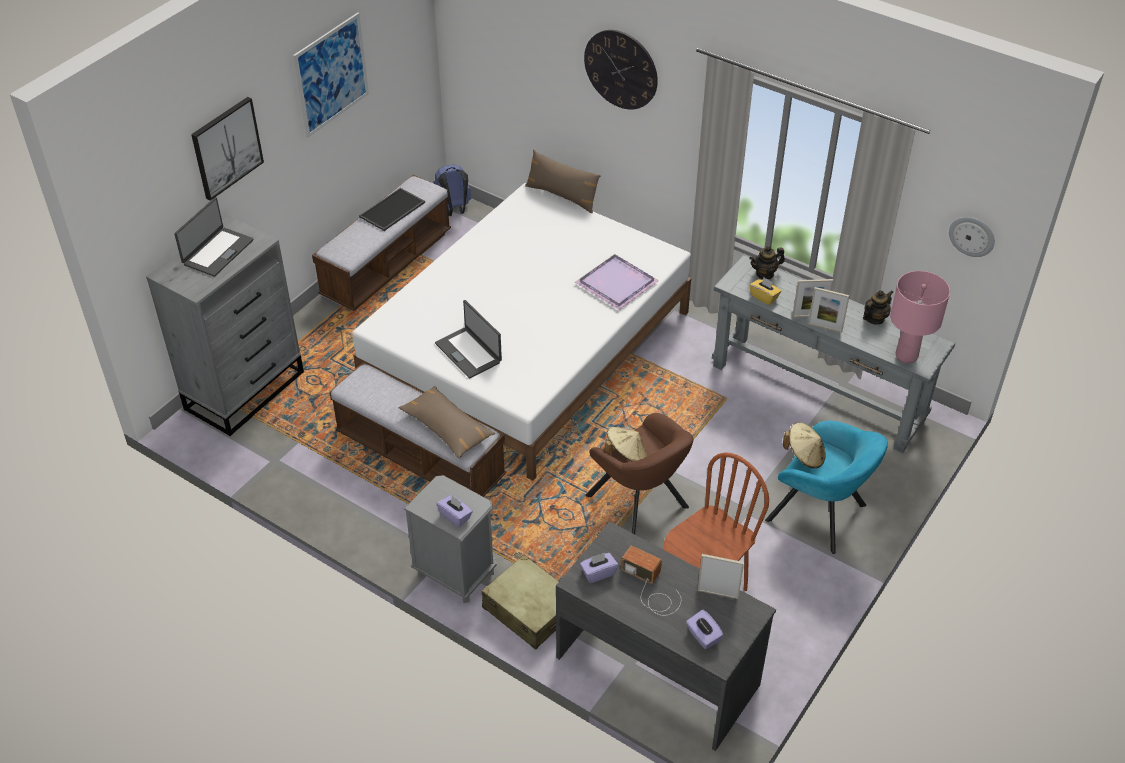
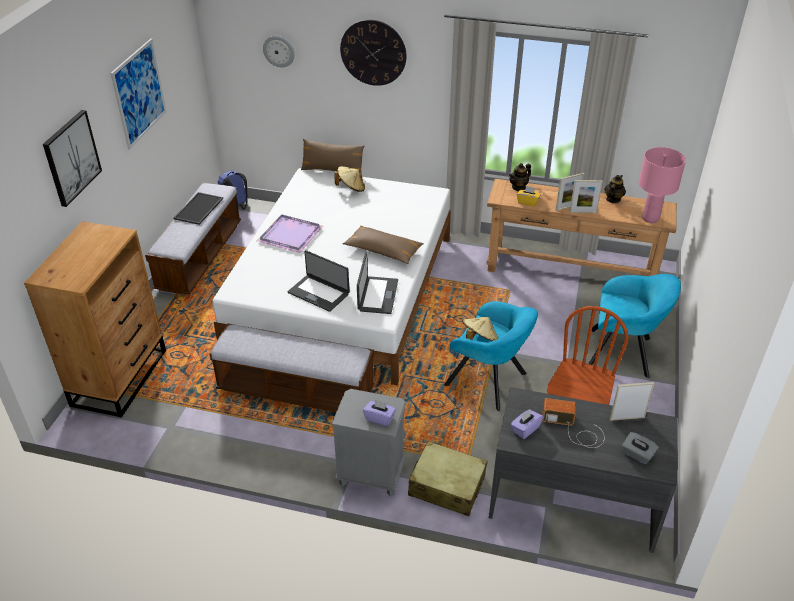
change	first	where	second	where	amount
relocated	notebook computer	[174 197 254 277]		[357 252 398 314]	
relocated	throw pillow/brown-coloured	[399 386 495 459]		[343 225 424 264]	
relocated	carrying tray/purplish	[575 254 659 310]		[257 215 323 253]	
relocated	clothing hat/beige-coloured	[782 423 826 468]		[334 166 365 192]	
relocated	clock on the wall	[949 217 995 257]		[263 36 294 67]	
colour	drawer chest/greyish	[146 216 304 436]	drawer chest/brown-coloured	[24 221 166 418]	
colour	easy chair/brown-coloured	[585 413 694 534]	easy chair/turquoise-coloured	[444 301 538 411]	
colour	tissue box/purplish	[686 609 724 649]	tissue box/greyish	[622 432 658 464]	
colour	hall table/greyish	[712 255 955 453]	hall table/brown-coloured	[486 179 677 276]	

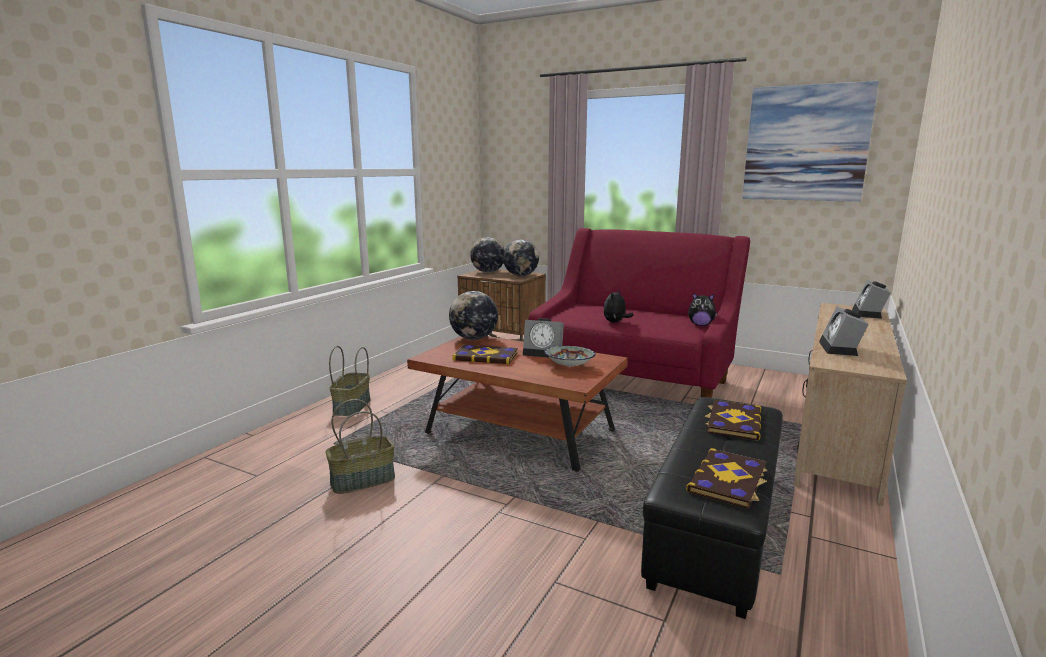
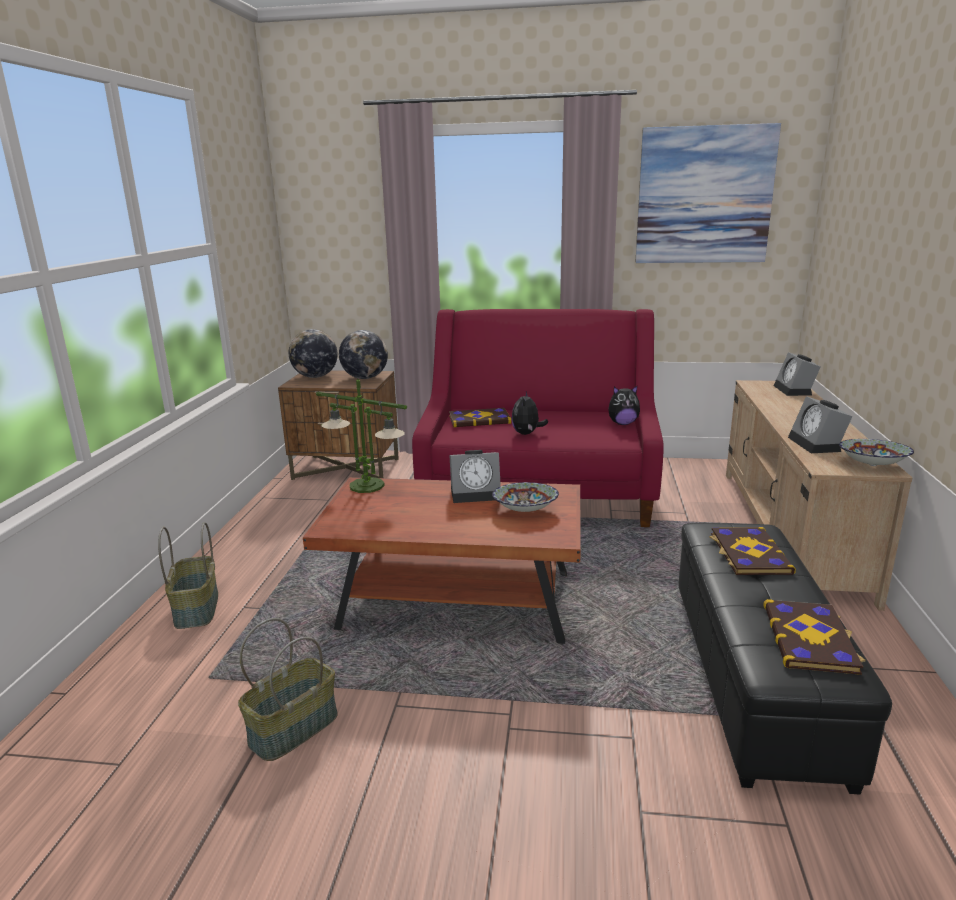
change	first	where	second	where	amount
appeared			bowl	[839 439 914 466]	
relocated	bound book	[452 345 518 364]		[449 408 511 427]	
exchanged	world globe	[449 291 498 340]	tabletop lamp	[316 378 407 493]	

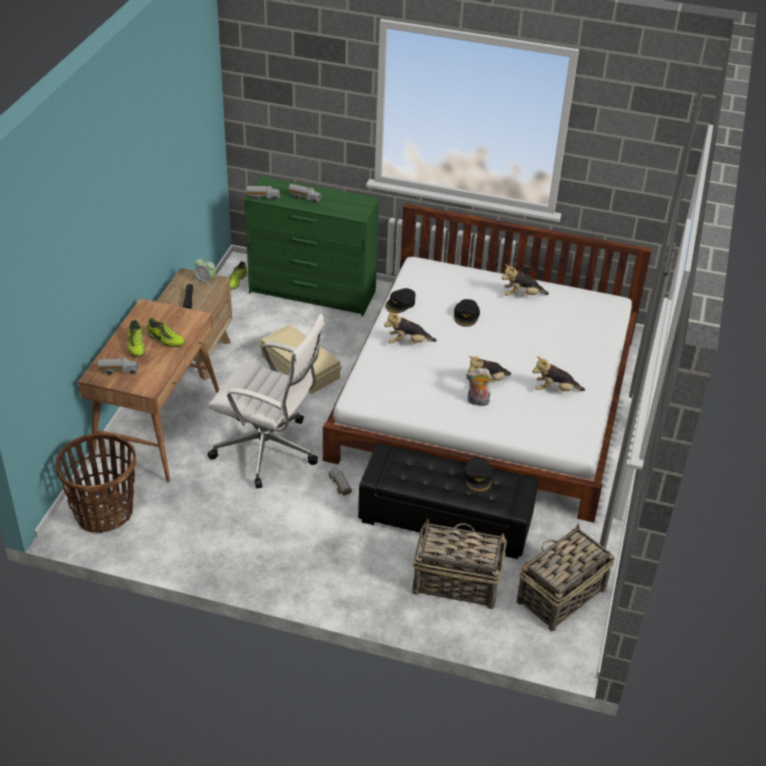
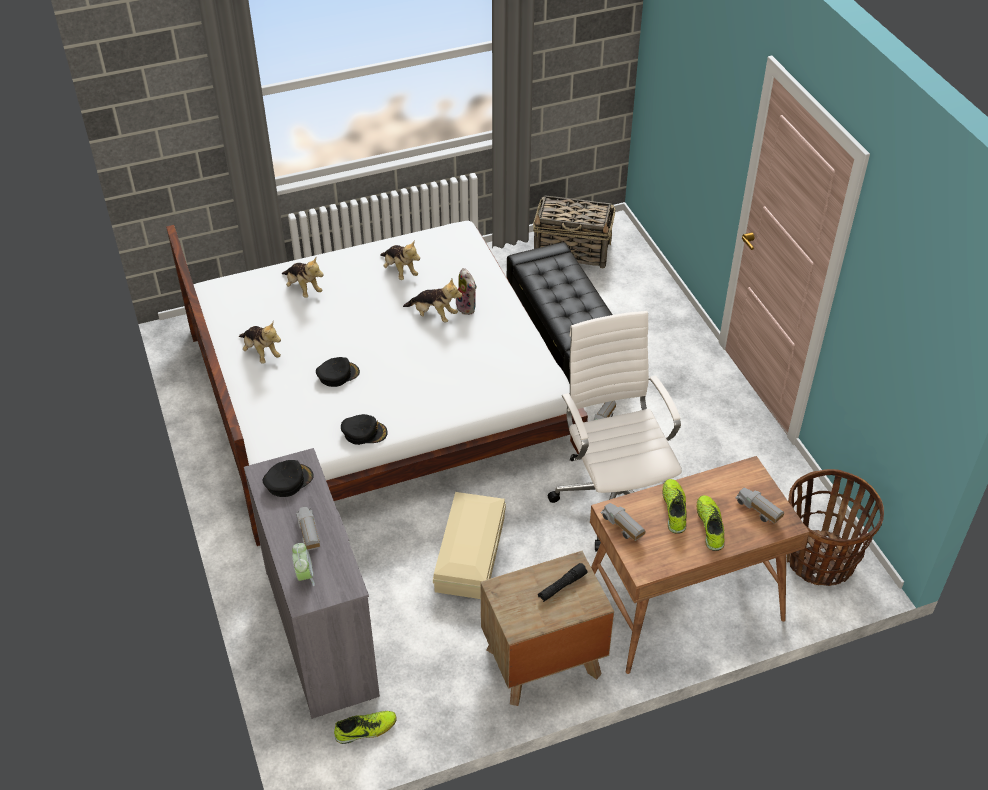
change	first	where	second	where	amount
missing	basket	[413 519 507 609]			
relocated	table clock	[195 257 215 286]		[292 543 315 586]	
relocated	model truck	[247 186 280 200]		[600 503 646 541]	
relocated	cuddly toy	[384 310 437 343]		[282 258 324 298]	
relocated	baseball cap/blackish	[463 457 493 493]		[263 460 314 497]	
colour	drawer chest/green-coloured	[244 176 380 316]	drawer chest/greyish	[244 448 380 719]	
spun	shoe	[128 320 145 357]		[697 495 724 551]	45 degrees counterclockwise

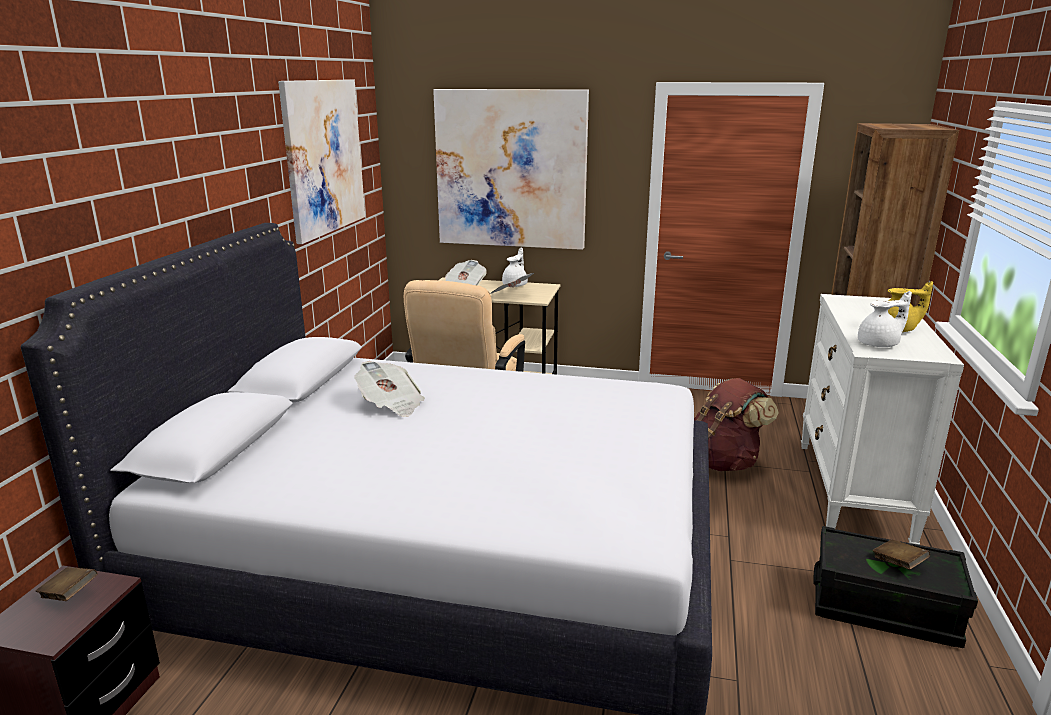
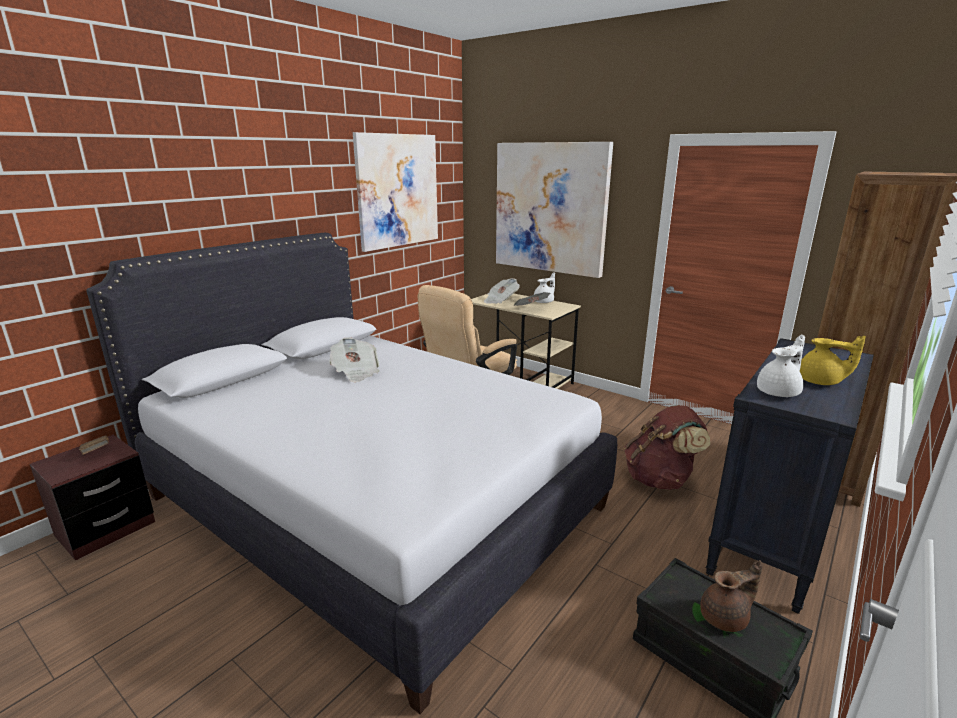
change	first	where	second	where	amount
exchanged	bound book/brown-coloured	[873 540 930 570]	tea pot/brown-coloured	[700 560 762 632]	
colour	drawer chest/white	[801 294 964 545]	drawer chest/blackish	[705 338 874 614]	
spun	tea pot/white	[858 291 912 347]		[757 334 805 397]	45 degrees counterclockwise

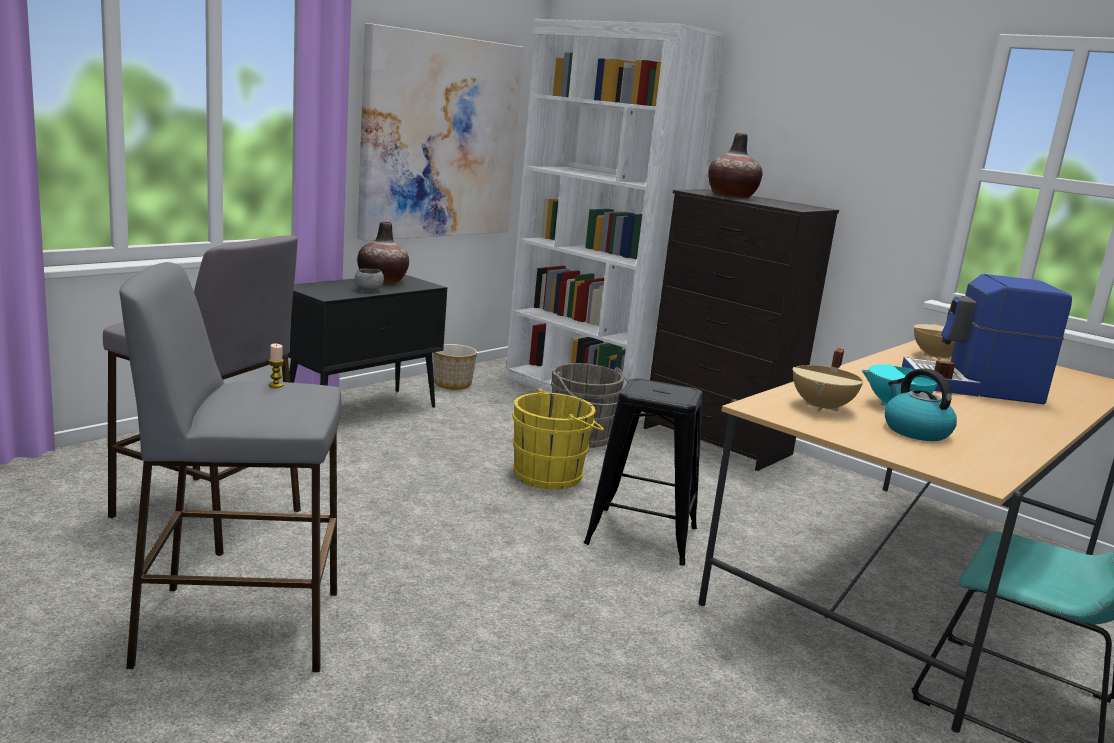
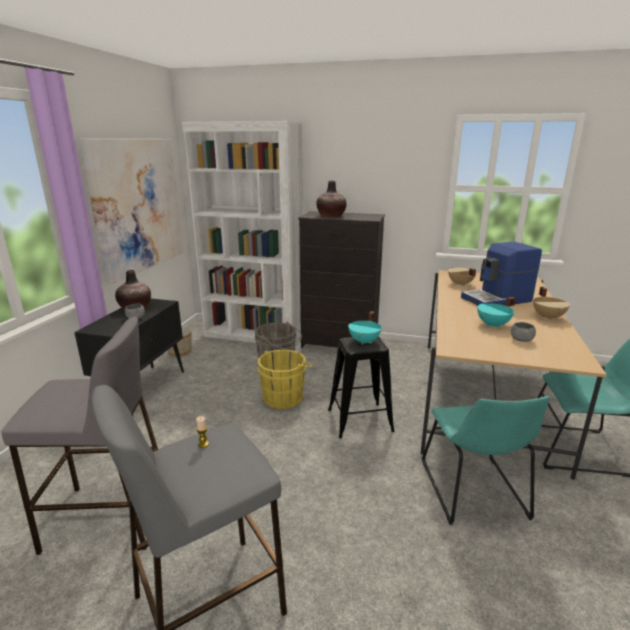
change	first	where	second	where	amount
appeared			cooking pot/turquoise-coloured	[348 311 382 345]	
appeared			chair/turquoise-coloured	[422 396 550 525]	
relocated	cooking pot/beige-coloured	[793 348 864 412]		[533 287 570 321]	
exchanged	kettle	[885 368 957 441]	bowl/greyish	[511 322 536 342]	

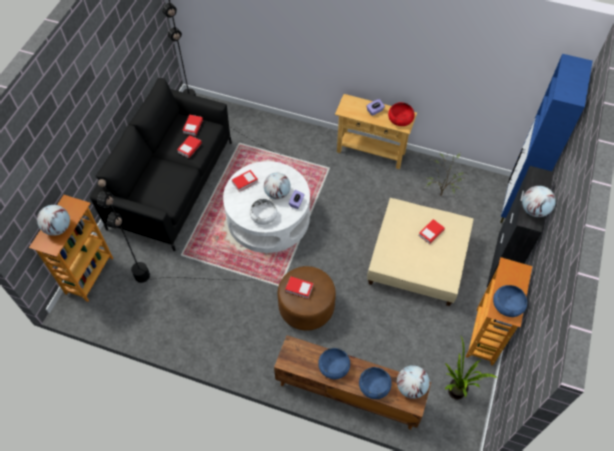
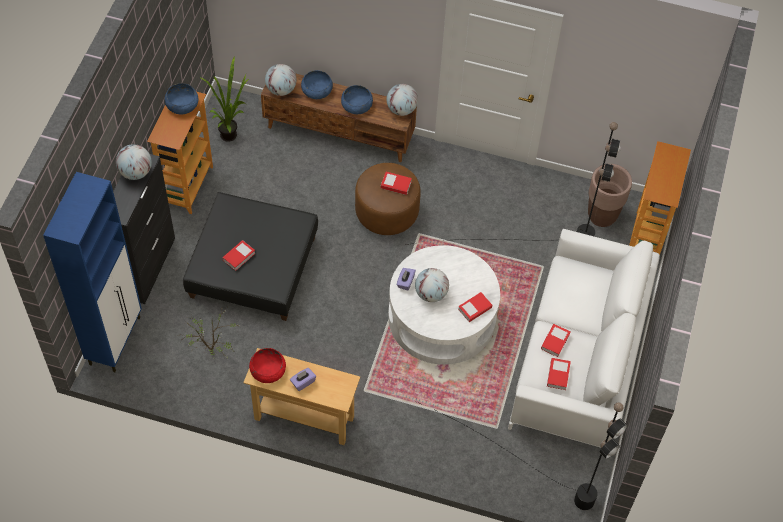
change	first	where	second	where	amount
missing	bowl/white	[250 199 277 225]			
appeared			planter/brown-coloured	[588 164 632 227]	
relocated	world globe	[37 205 70 236]		[386 84 418 116]	
colour	couch/blackish	[90 78 232 251]	couch/white	[508 229 660 448]	
colour	ottoman/beige-coloured	[367 198 474 306]	ottoman/blackish	[183 192 318 321]	

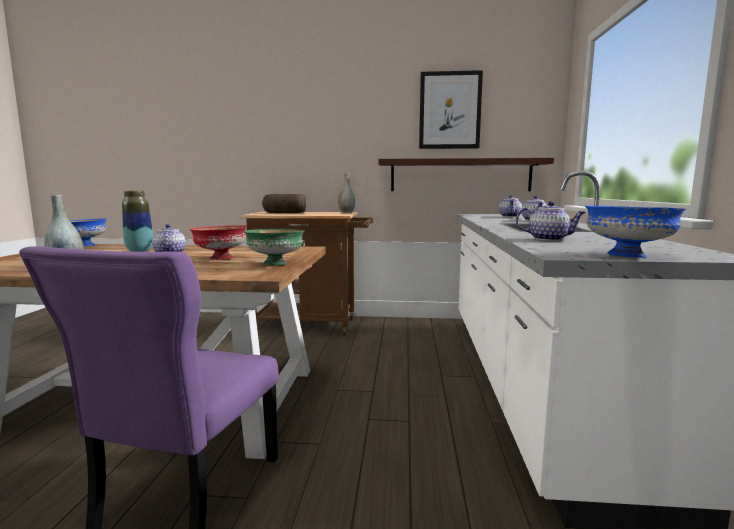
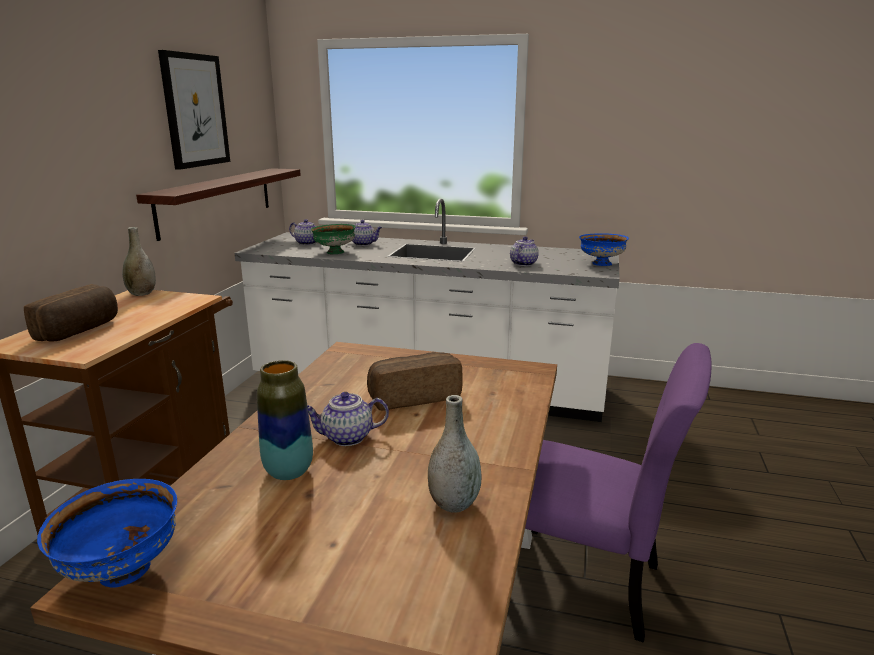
change	first	where	second	where	amount
relocated	bowl/green-coloured	[244 229 304 266]		[311 224 356 254]	
exchanged	bowl/red-coloured	[190 225 247 260]	baked bread	[367 352 463 411]	

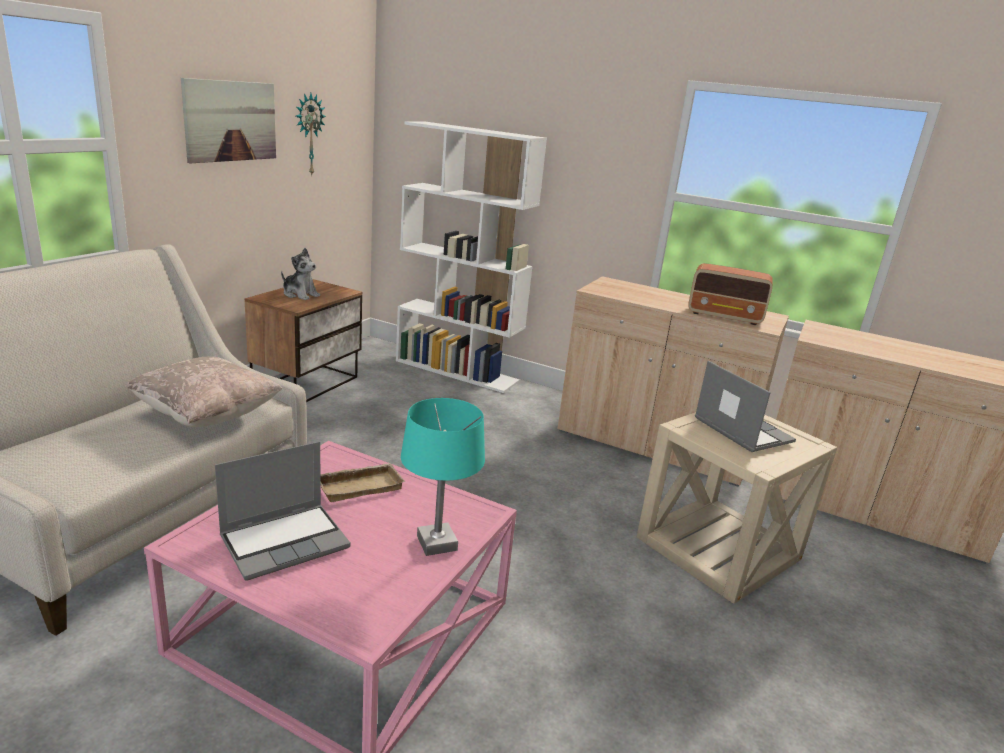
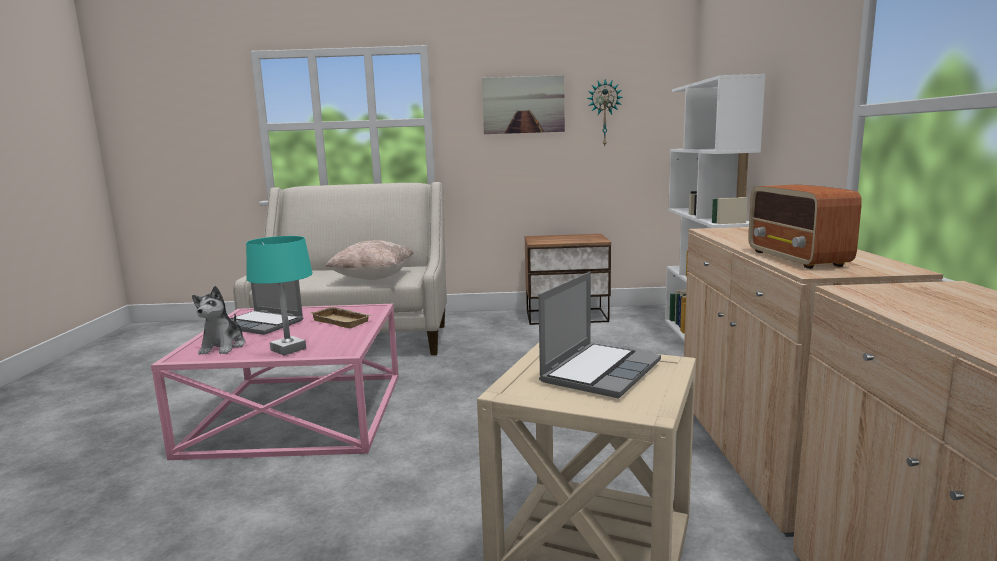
change	first	where	second	where	amount
relocated	cuddly toy	[281 248 320 300]		[192 286 246 355]	

